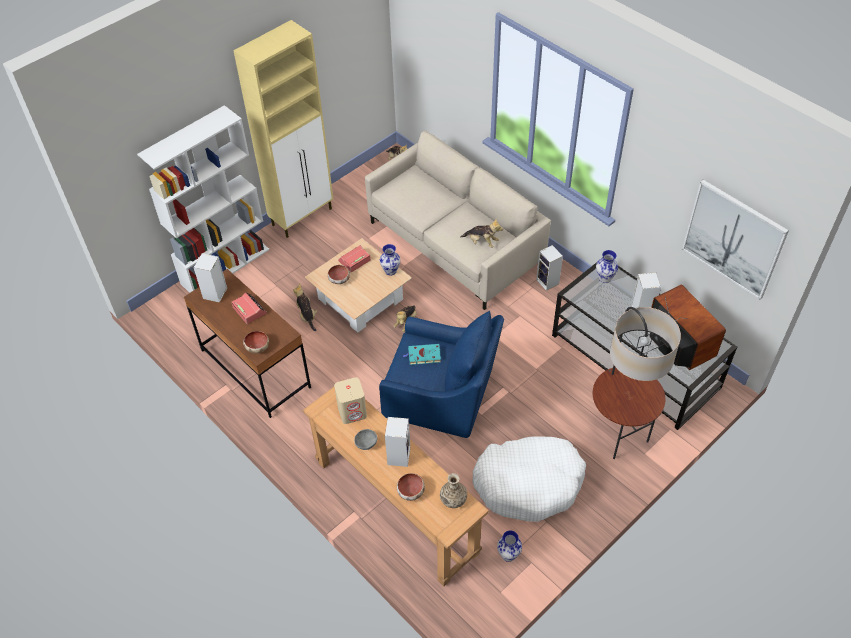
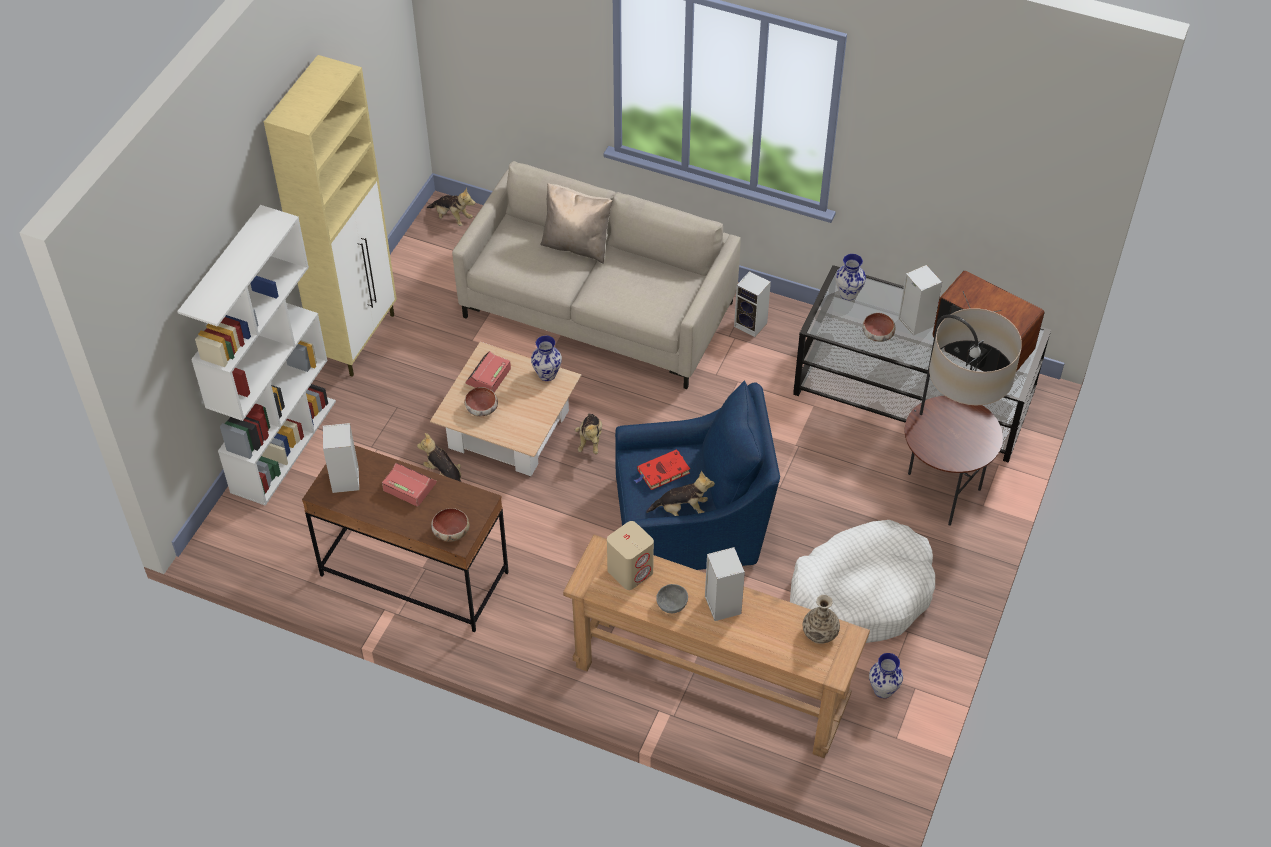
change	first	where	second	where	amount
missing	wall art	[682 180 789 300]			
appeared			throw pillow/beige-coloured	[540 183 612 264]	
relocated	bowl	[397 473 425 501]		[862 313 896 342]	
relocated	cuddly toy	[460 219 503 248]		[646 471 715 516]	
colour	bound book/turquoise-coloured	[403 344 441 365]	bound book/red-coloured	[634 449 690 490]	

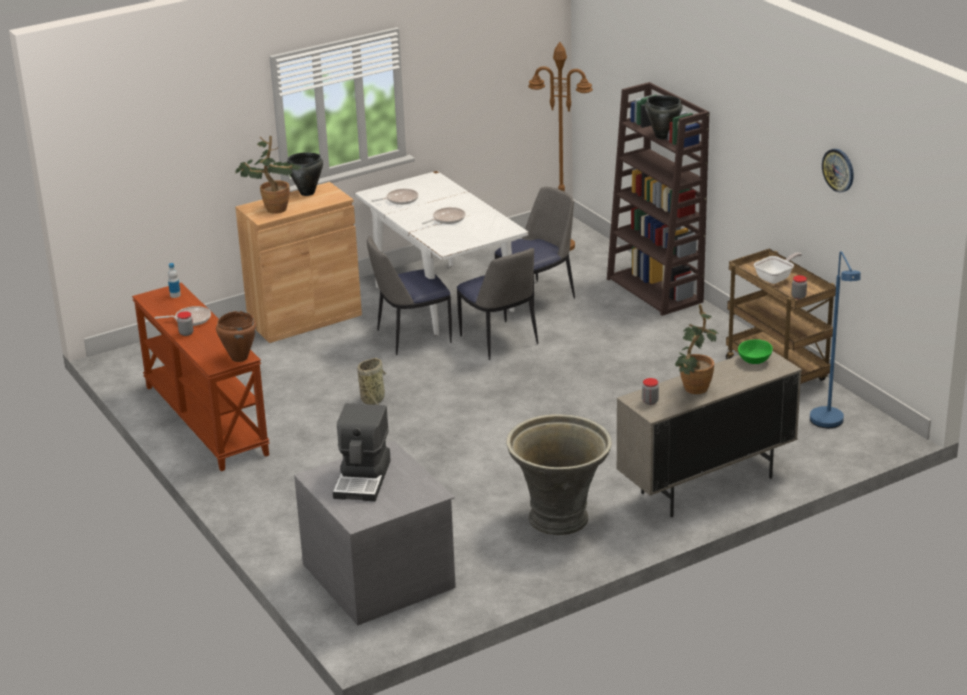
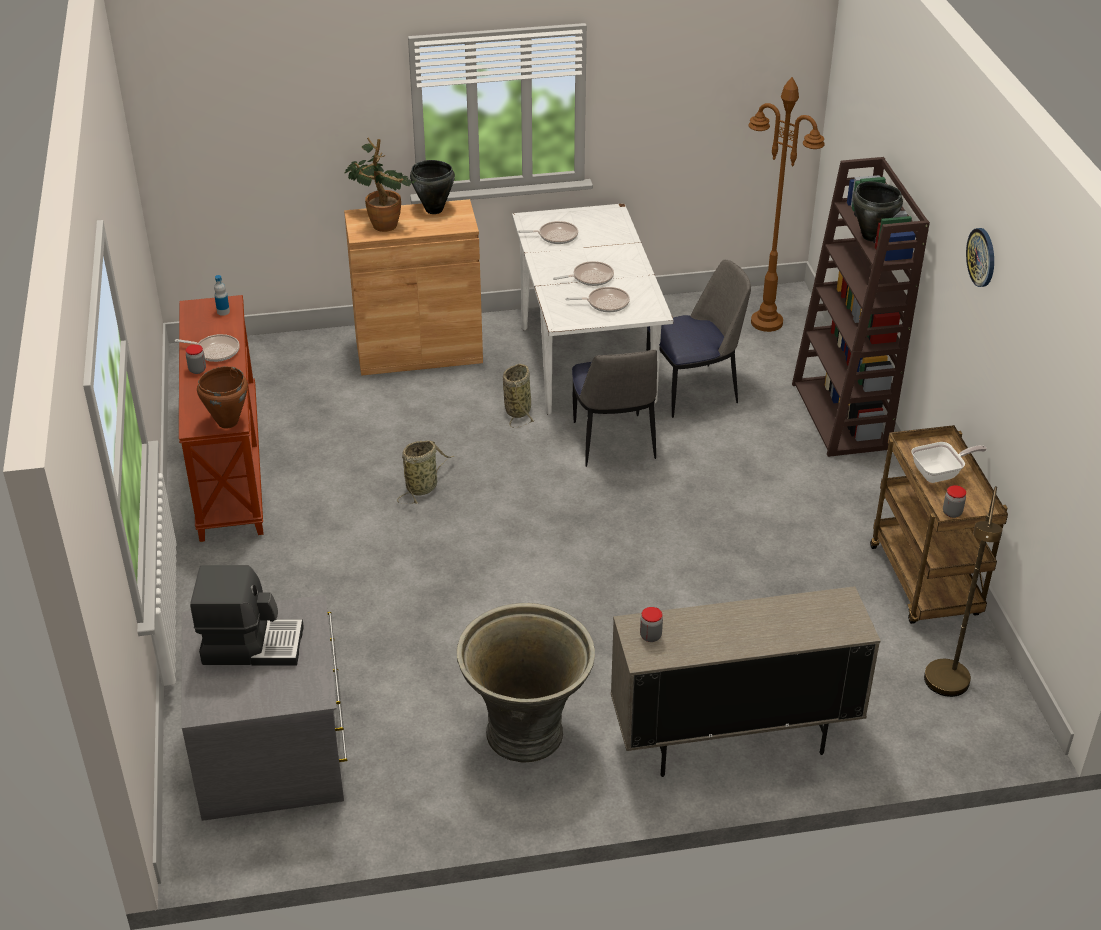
change	first	where	second	where	amount
missing	potted plant	[675 304 719 394]			
missing	bowl/green-coloured	[738 339 773 364]			
appeared			frying pan	[565 287 630 312]	
relocated	clock on the wall	[822 149 854 192]		[966 228 994 287]	
exchanged	chair	[367 236 452 355]	basket	[503 364 534 428]	
colour	standard lamp/bluish	[810 251 861 428]	standard lamp/brown-coloured	[924 486 1003 697]	
spun	coffee maker	[333 403 391 501]		[190 565 304 666]	120 degrees counterclockwise

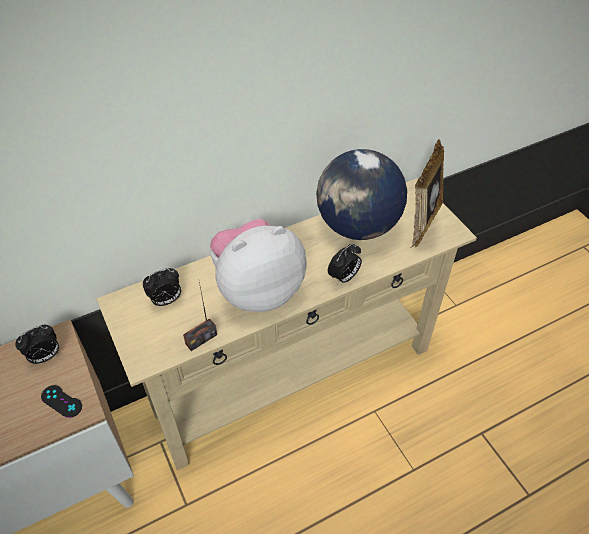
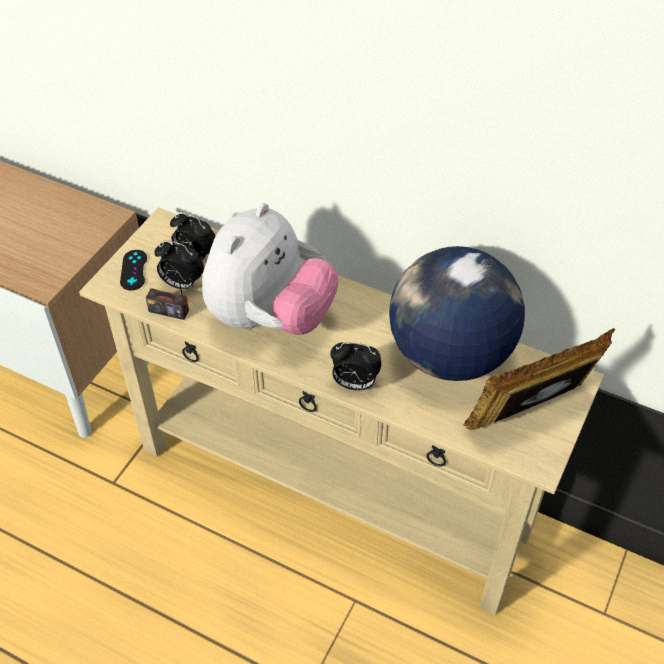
change	first	where	second	where	amount
relocated	table clock	[15 325 59 364]		[154 240 204 290]	
relocated	joypad/blackish	[41 385 82 418]		[120 250 147 291]	
spun	cuddly toy	[210 219 307 312]		[202 203 338 335]	90 degrees clockwise

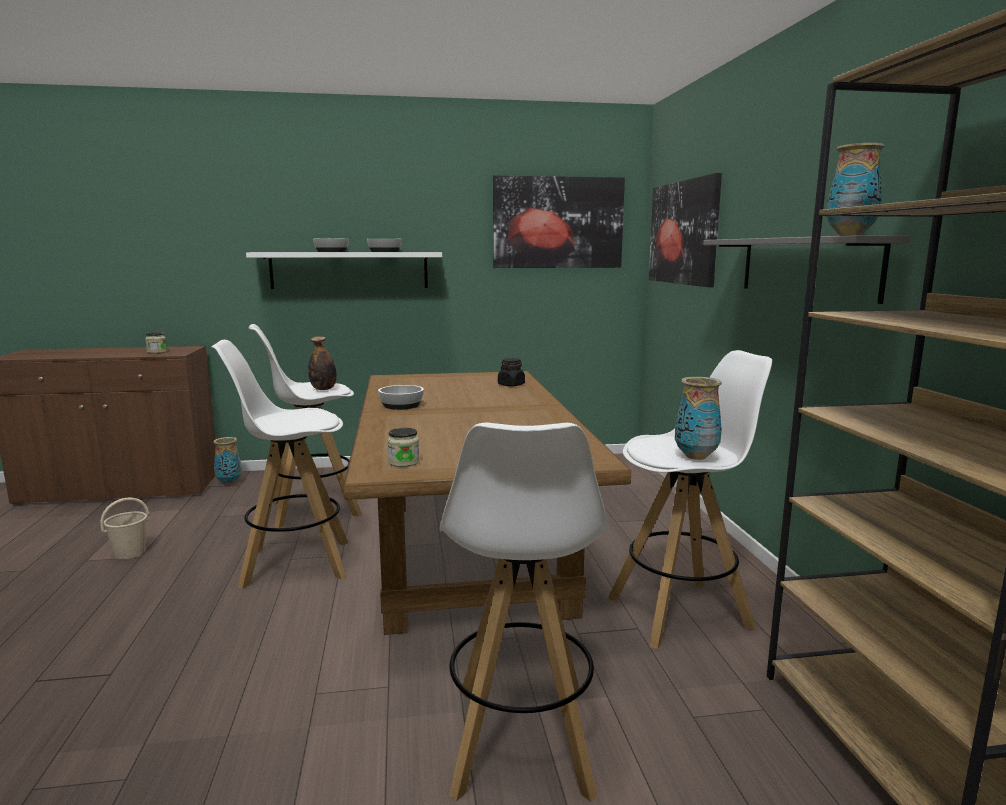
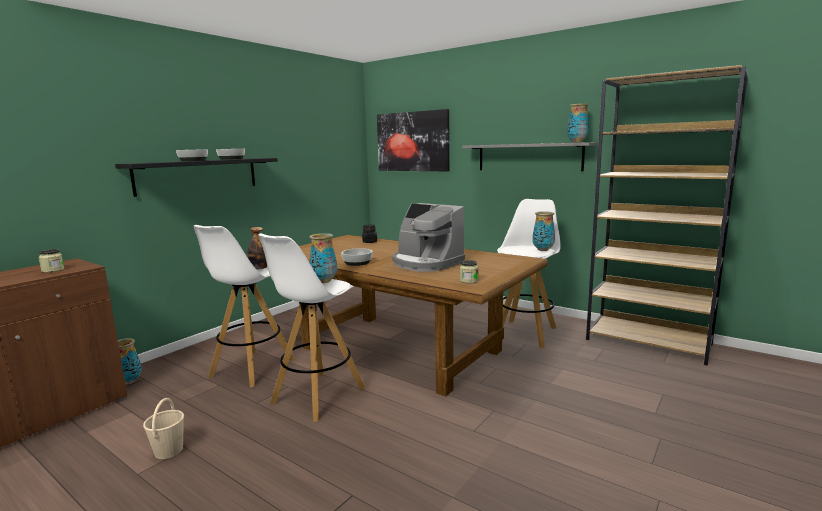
change	first	where	second	where	amount
missing	stool seat/white	[439 422 609 802]			
missing	wall art	[493 175 625 268]			
appeared			vase	[309 233 337 283]	
appeared			coffee maker	[392 203 465 272]	
colour	wall shelf/white	[246 252 442 289]	wall shelf/blackish	[115 158 278 197]	

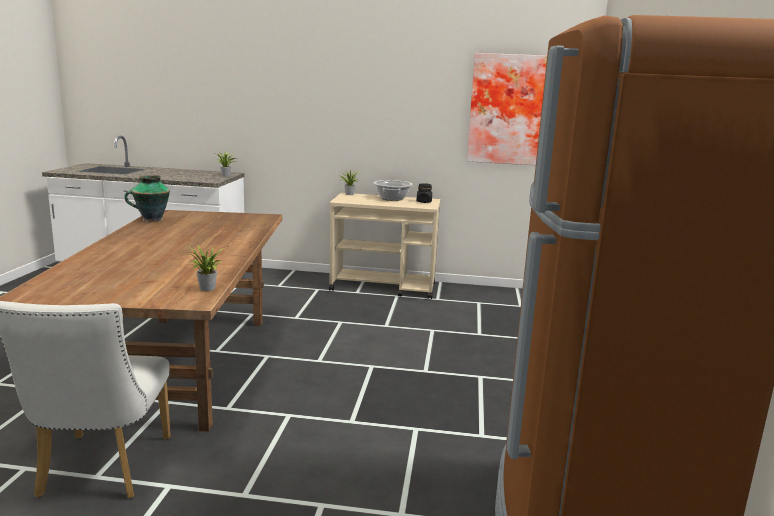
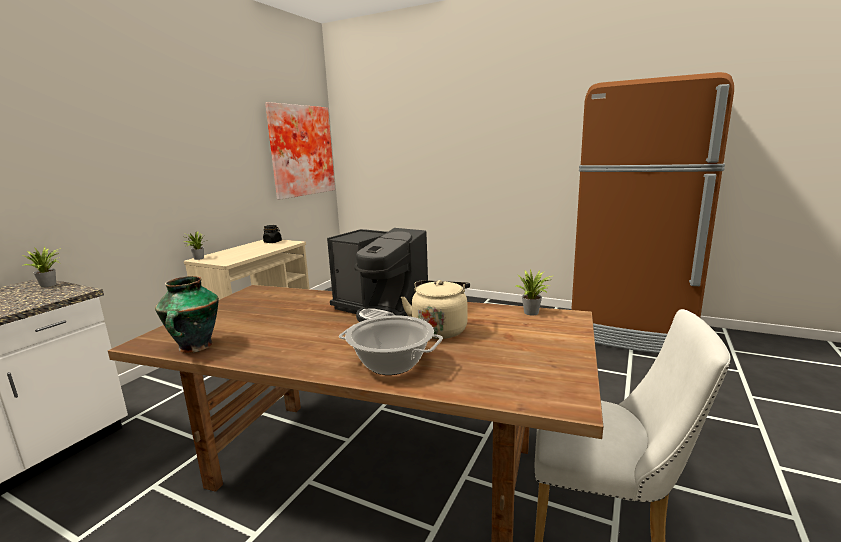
change	first	where	second	where	amount
appeared			coffee maker	[327 228 428 322]	
appeared			kettle/beige-coloured	[401 280 470 339]	
relocated	cooking pot	[373 180 413 201]		[339 316 443 375]	

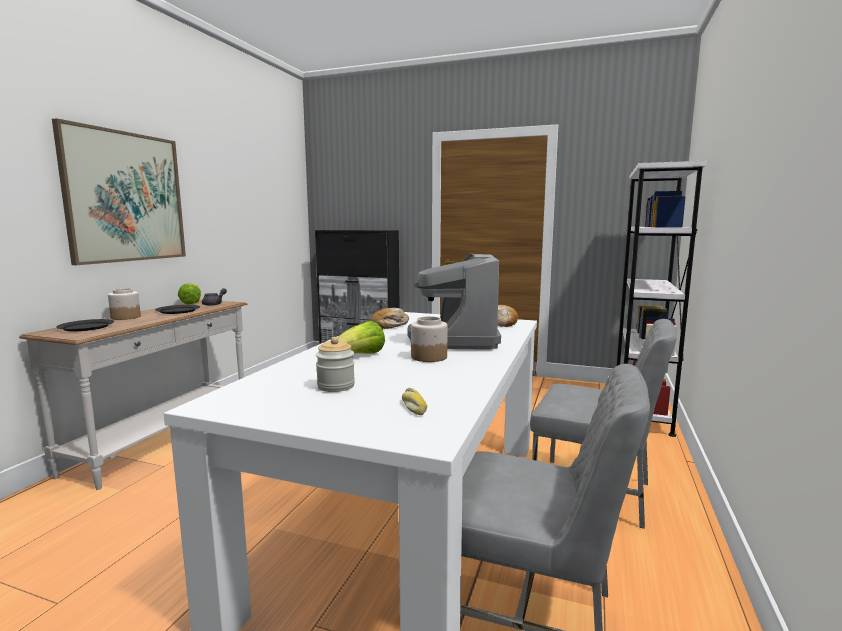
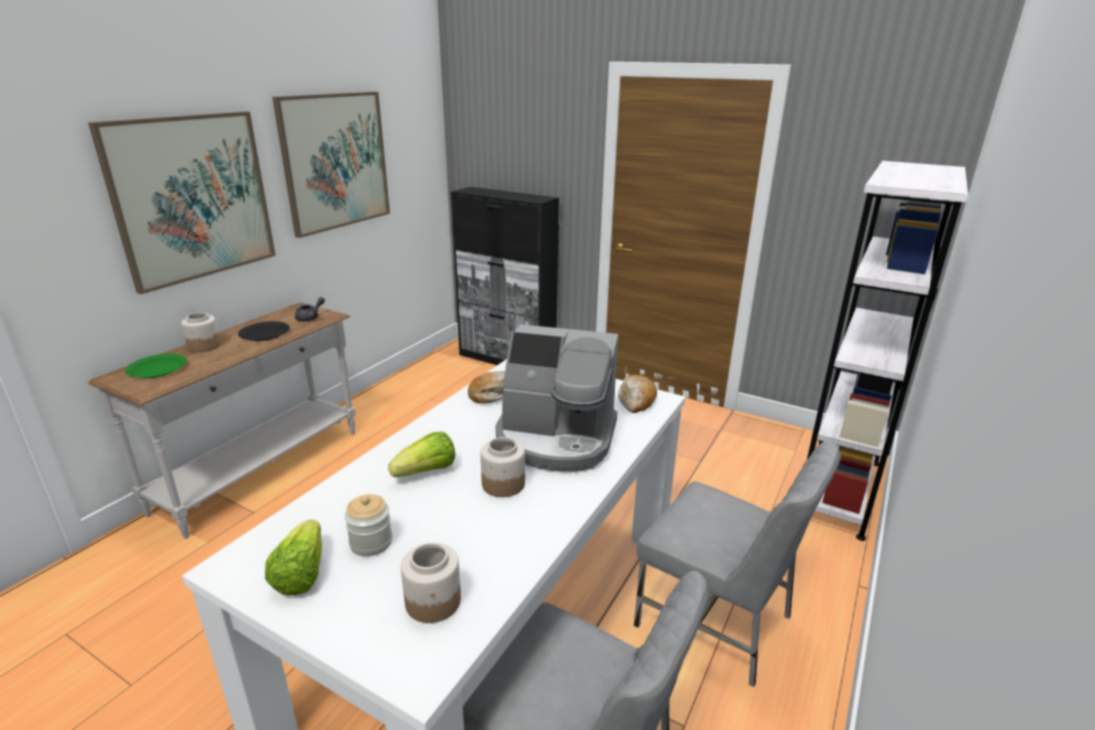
change	first	where	second	where	amount
appeared			wall art	[272 92 390 238]	
relocated	head of lettuce	[178 283 201 304]		[265 519 322 595]	
exchanged	baked bread	[402 388 427 415]	preserve jar	[401 543 461 623]	
colour	flat dish/blackish	[56 319 114 331]	flat dish/green-coloured	[125 354 187 378]	
spun	coffee maker	[408 253 501 350]		[496 324 618 472]	90 degrees counterclockwise

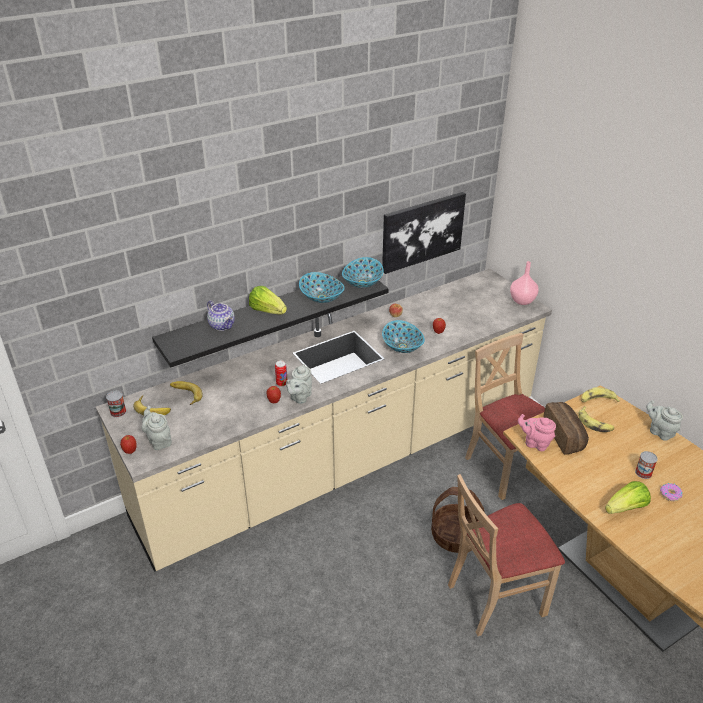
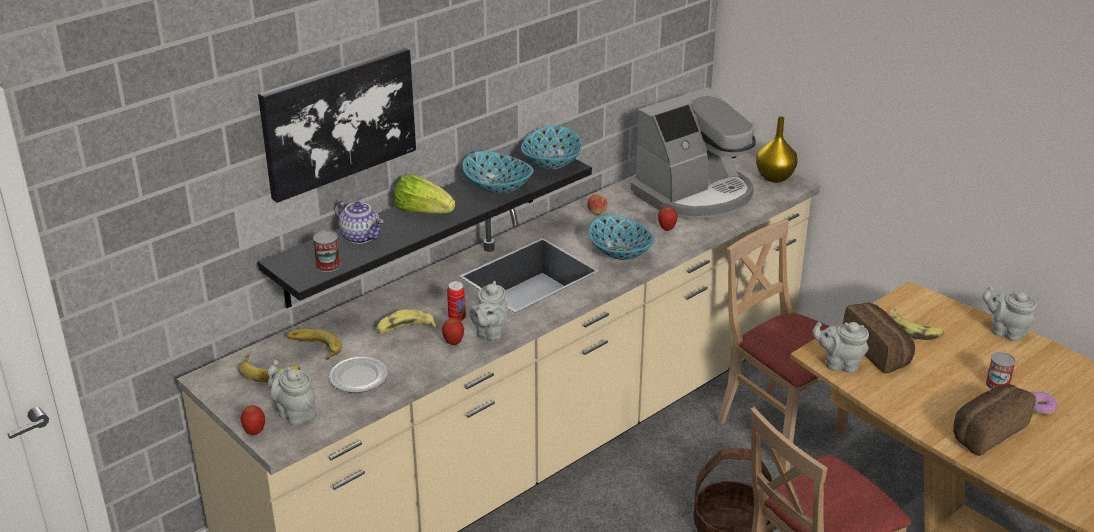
change	first	where	second	where	amount
appeared			flat dish	[329 357 388 393]	
appeared			coffee maker	[631 87 756 220]	
relocated	metal can	[106 390 126 417]		[313 231 341 272]	
relocated	wall art	[382 192 466 274]		[258 47 416 203]	
relocated	whole banana	[581 387 620 402]		[377 309 438 334]	
exchanged	head of lettuce	[605 481 651 514]	baked bread	[953 384 1036 456]	
colour	vase/pinkish	[510 261 539 305]	vase/yellowish	[756 116 798 183]	
colour	tea pot/pinkish	[518 414 556 451]	tea pot/greyish	[812 322 869 373]	

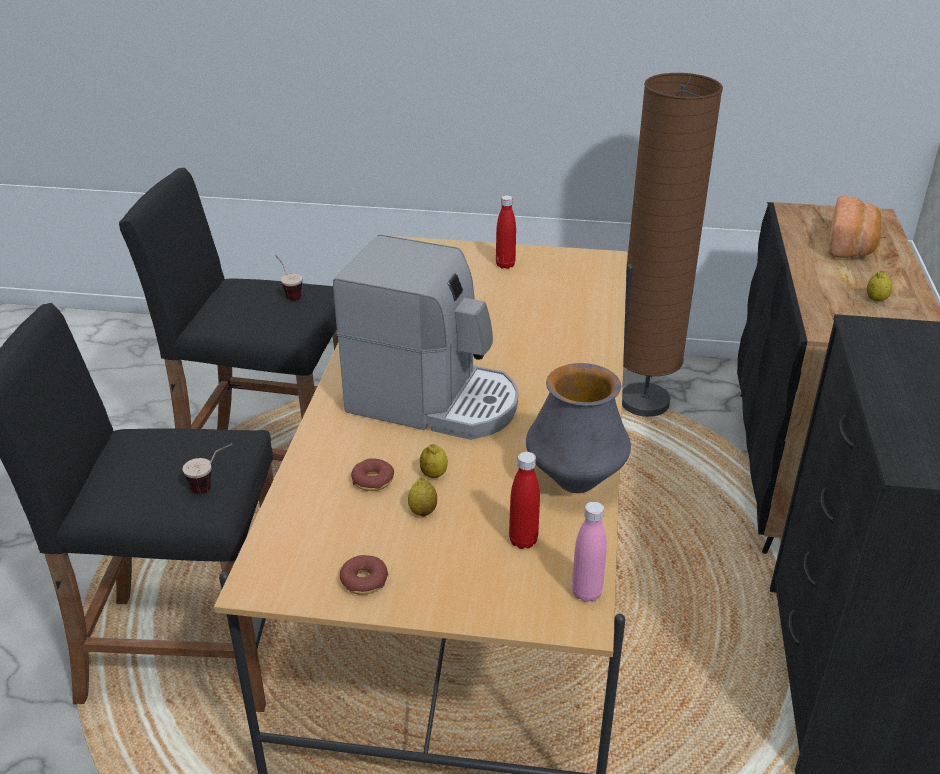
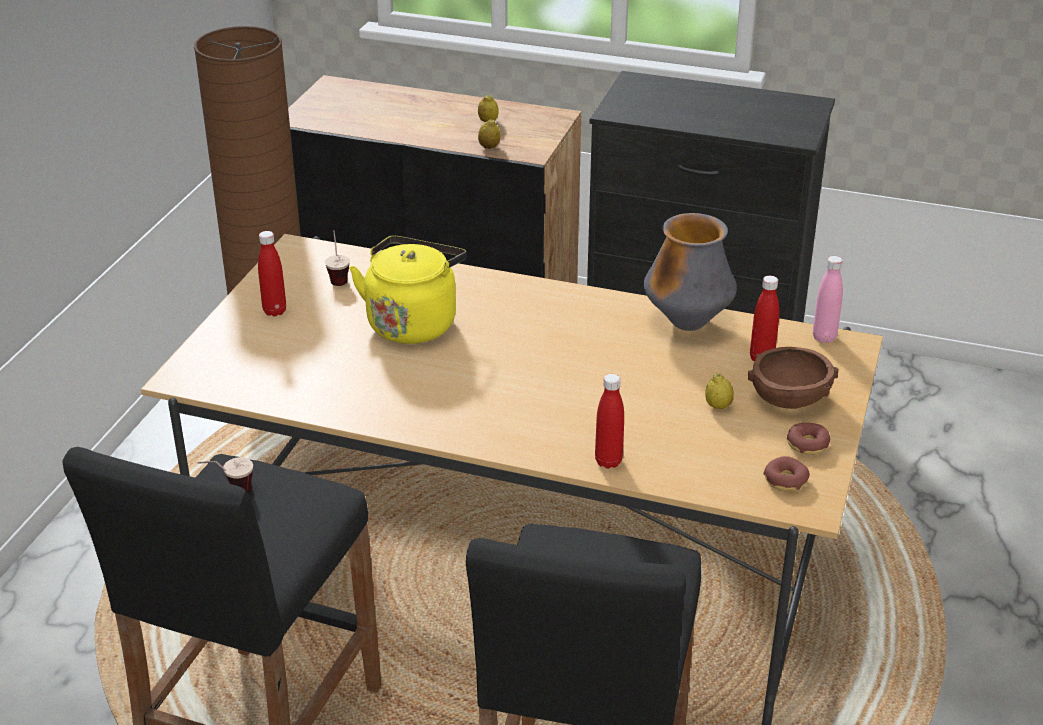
change	first	where	second	where	amount
missing	coffee maker	[333 235 518 440]			
missing	baked bread	[829 196 881 258]			
appeared			kettle/yellowish	[349 236 467 344]	
appeared			bottle/red-coloured	[595 374 624 469]	
appeared			bowl/brown-coloured	[748 347 838 409]	
relocated	small cup	[182 443 233 494]		[325 230 350 286]	
relocated	donut	[351 458 394 491]		[764 456 810 491]	
relocated	citrus fruit	[420 444 448 478]		[478 119 500 149]	

